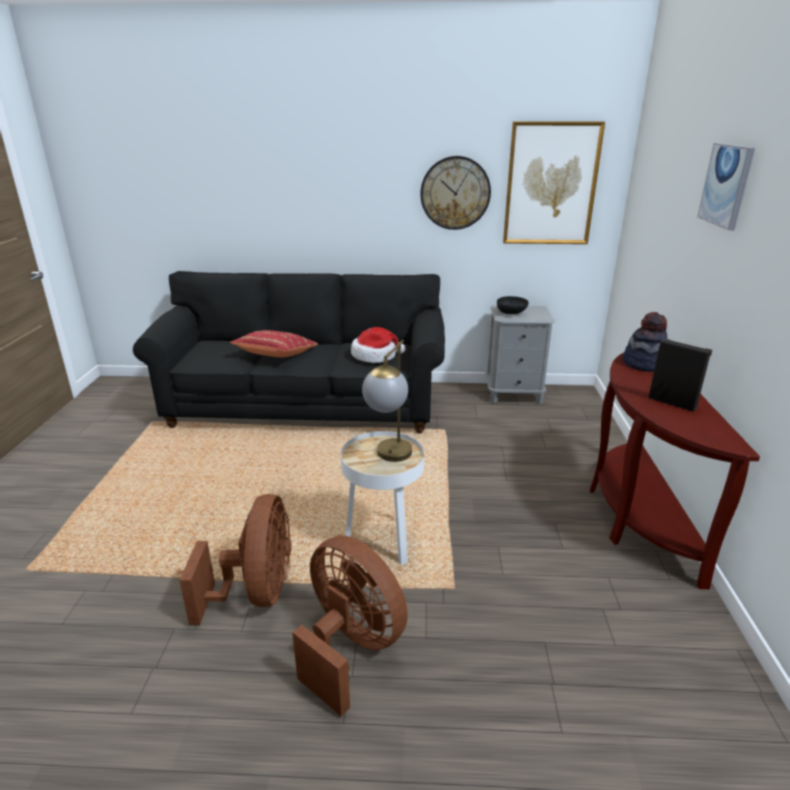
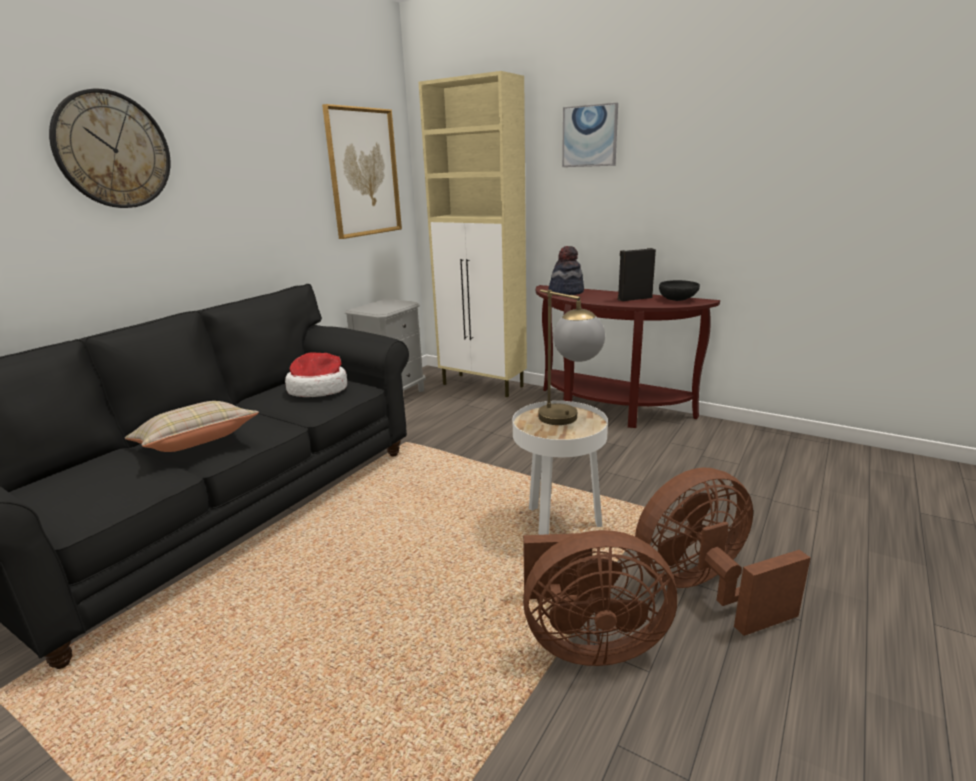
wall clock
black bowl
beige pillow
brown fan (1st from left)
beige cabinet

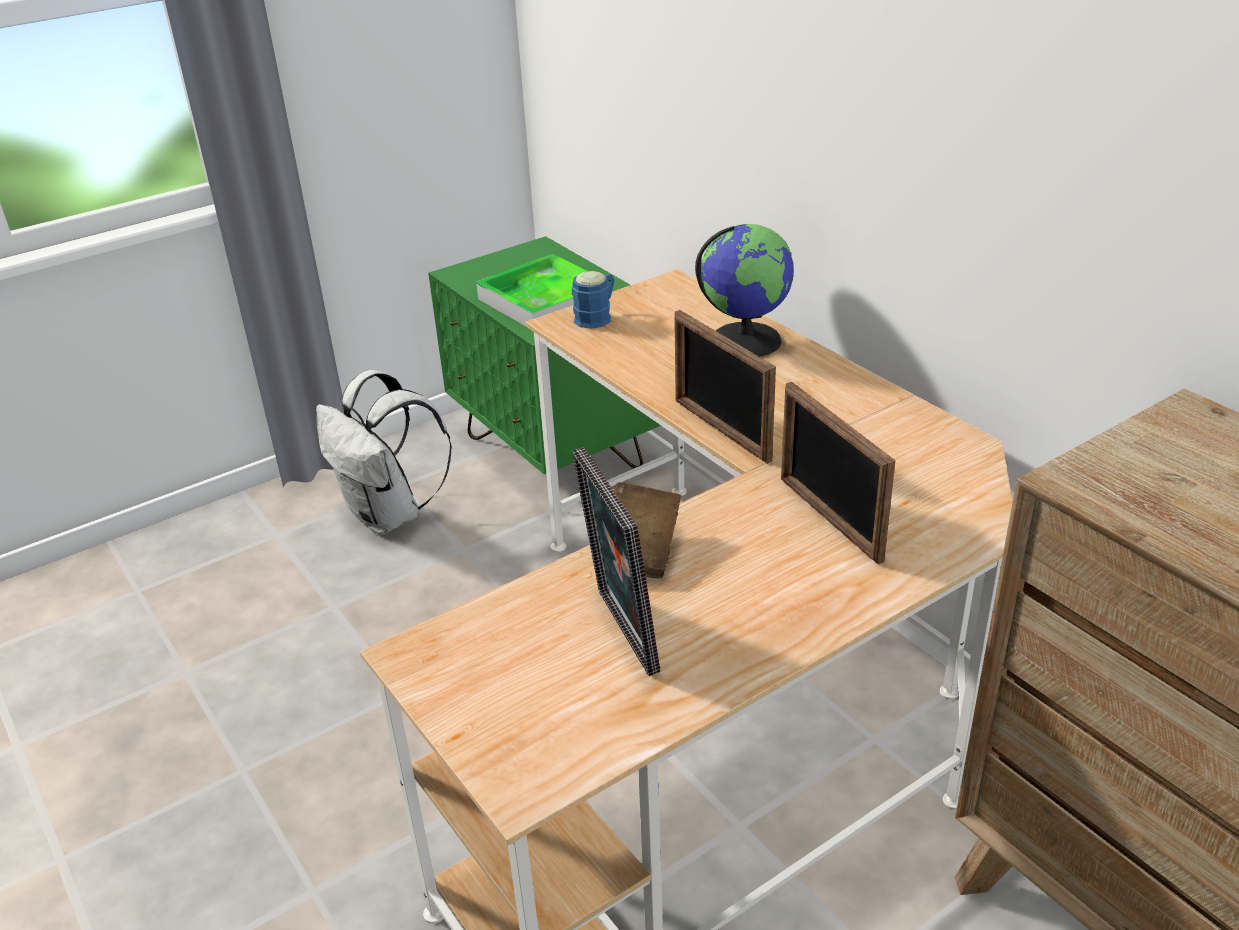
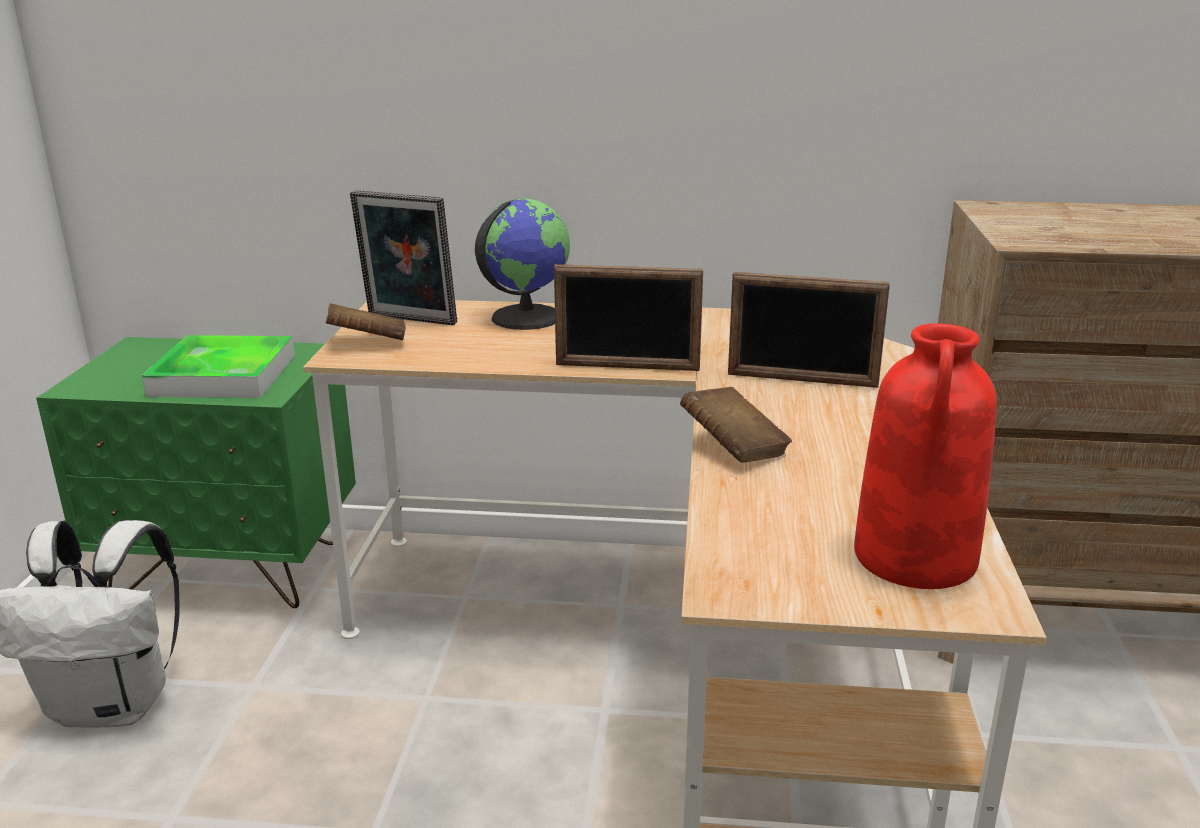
brown book (1st from left)
picture frame (1st from left)
red vase

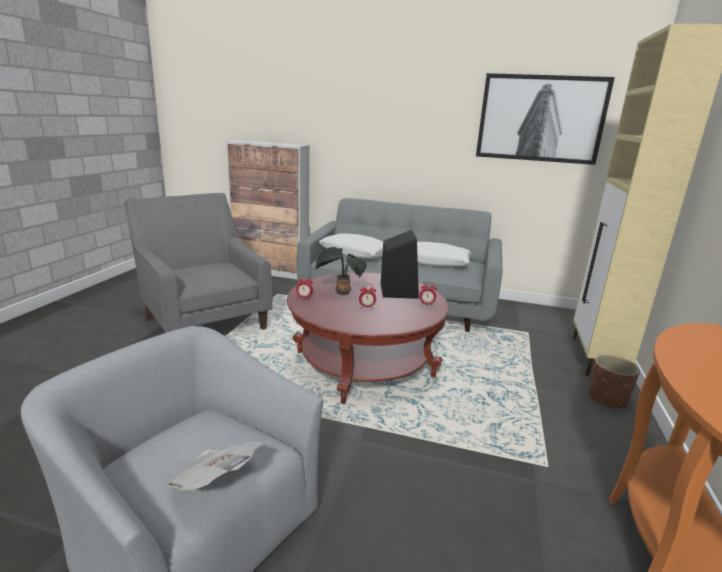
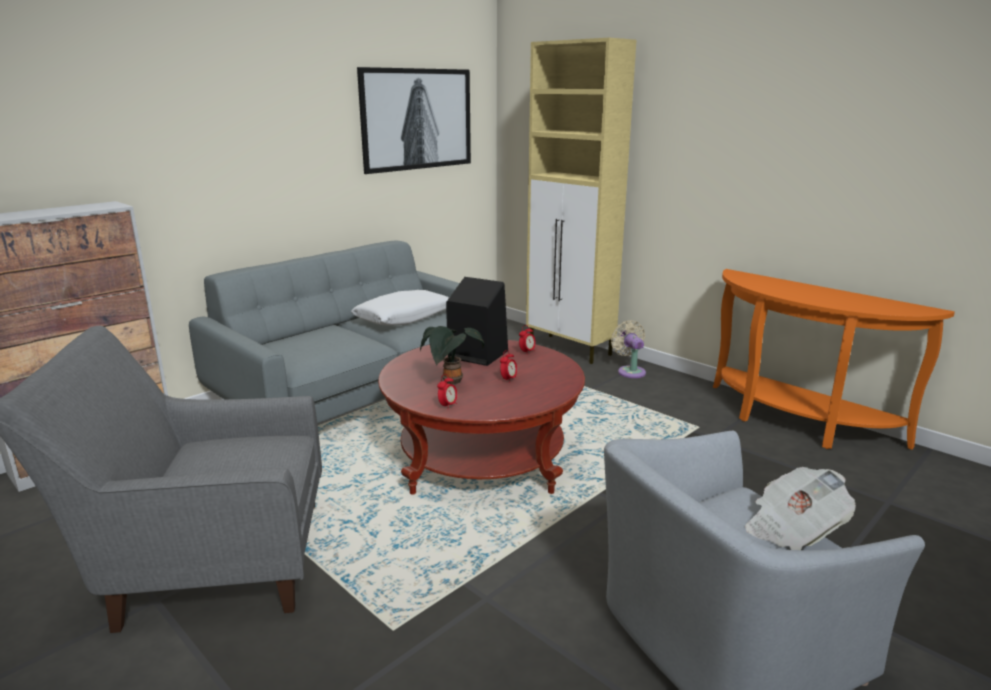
white pillow (1st from left in the first image)
beige fan

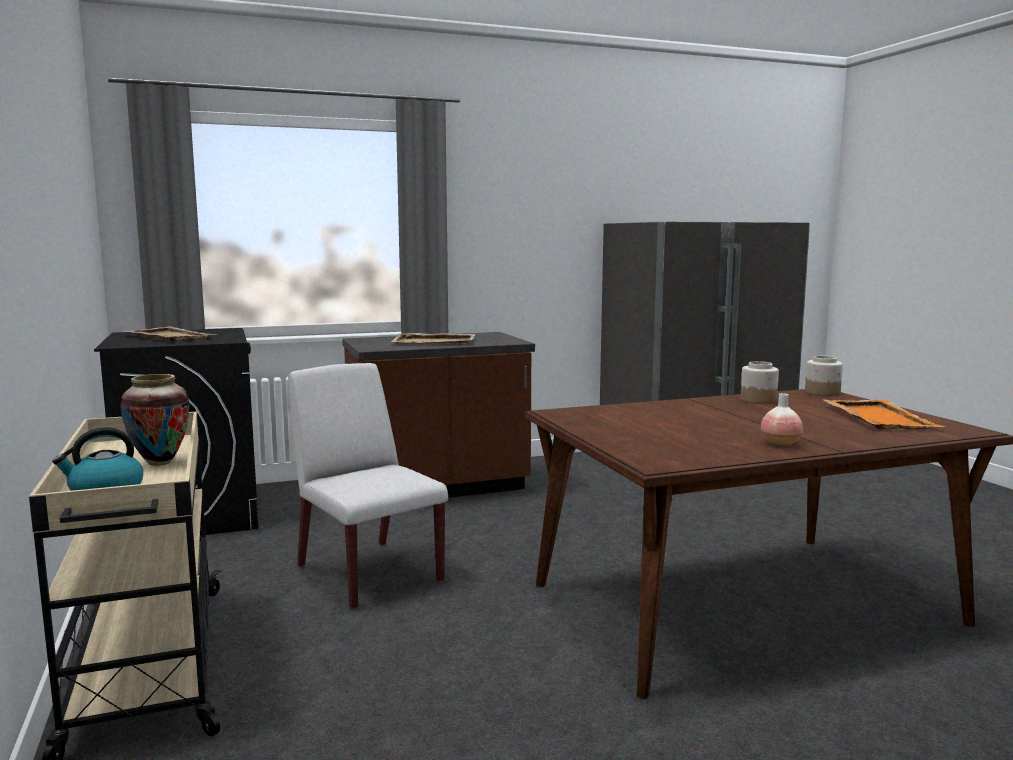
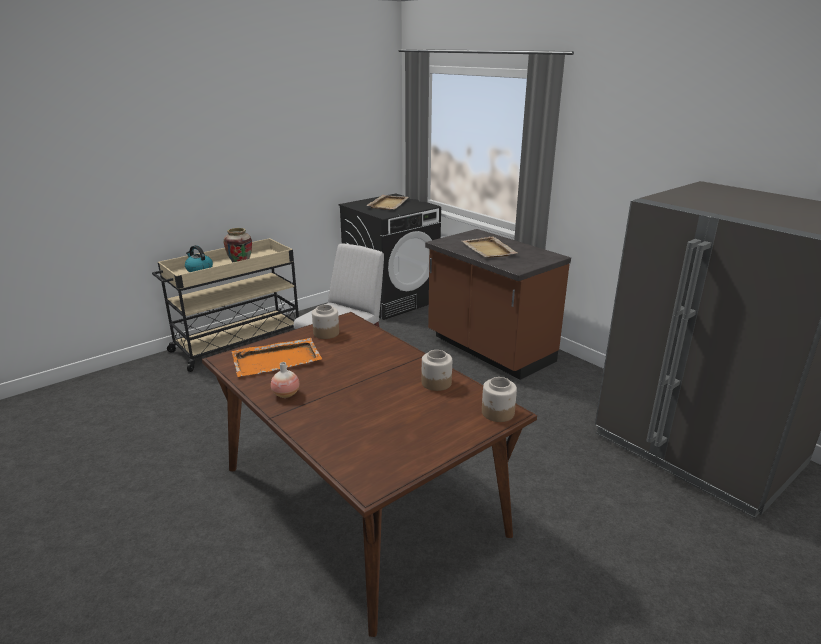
orange tray
jar (1st from left)

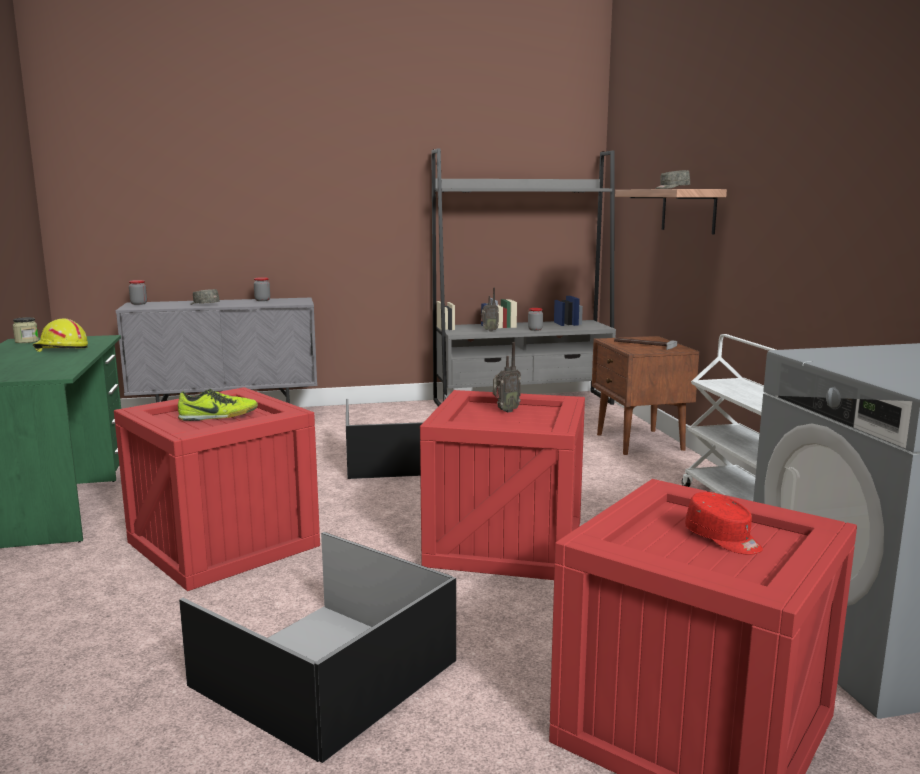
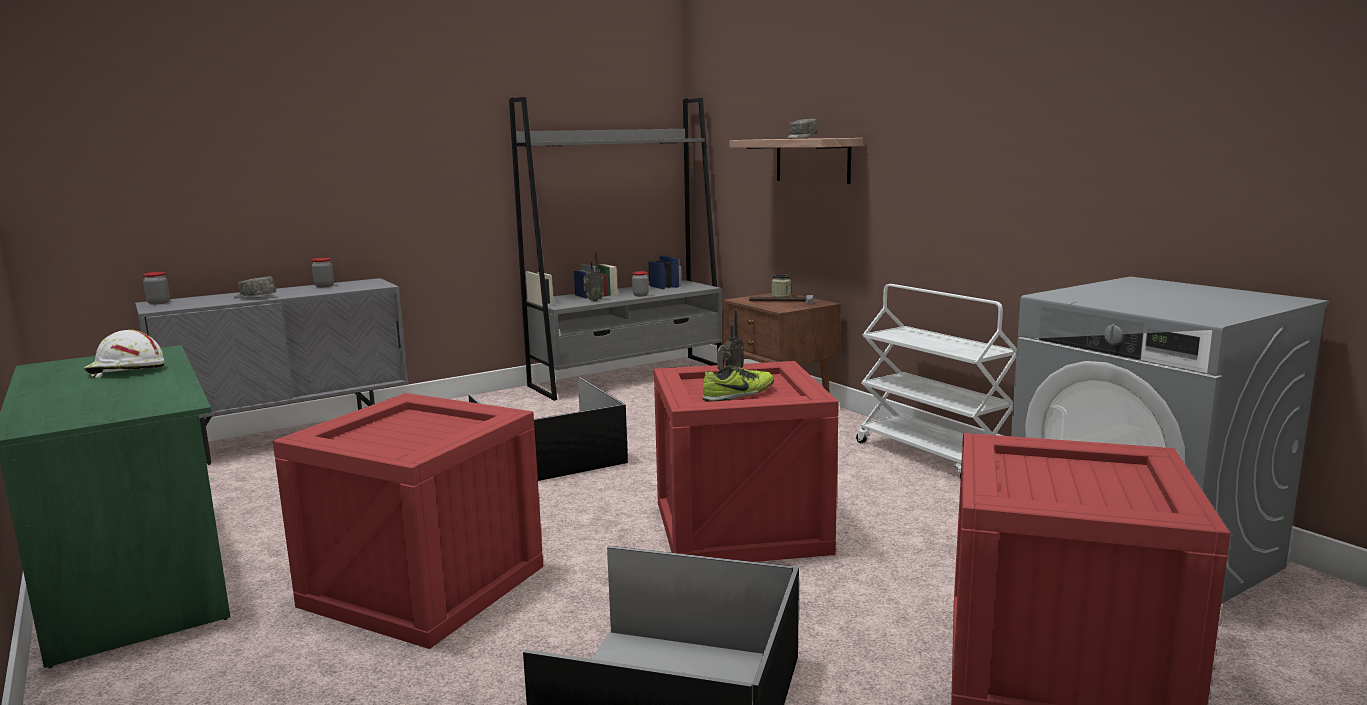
jar (4th from left)
white hard hat
shoe
red cap

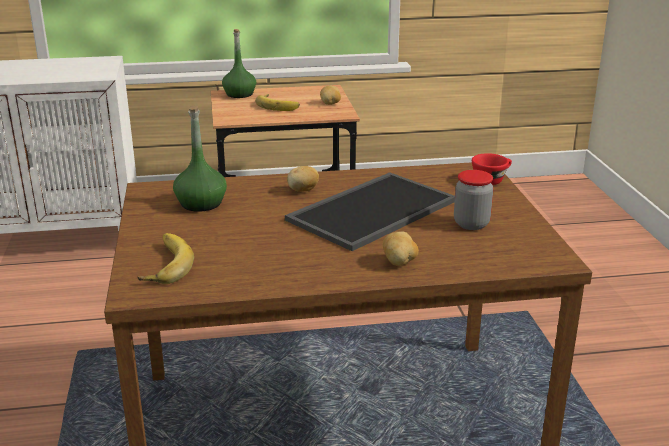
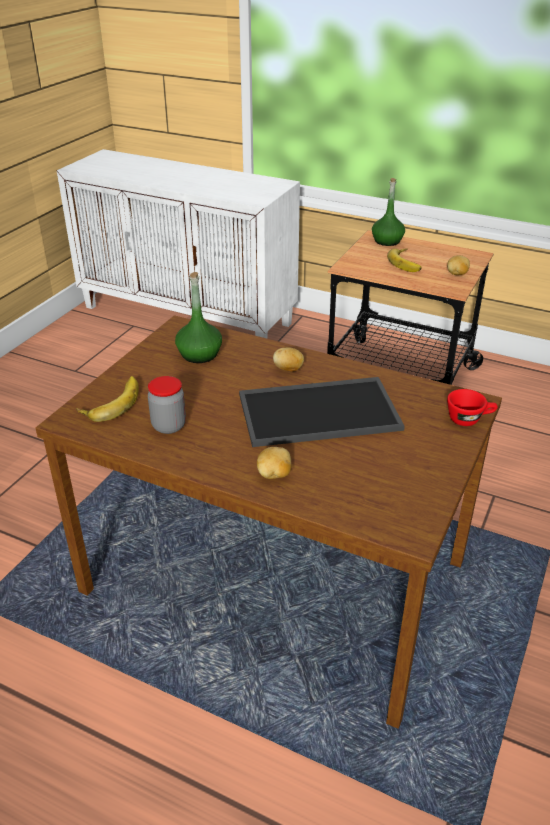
jar

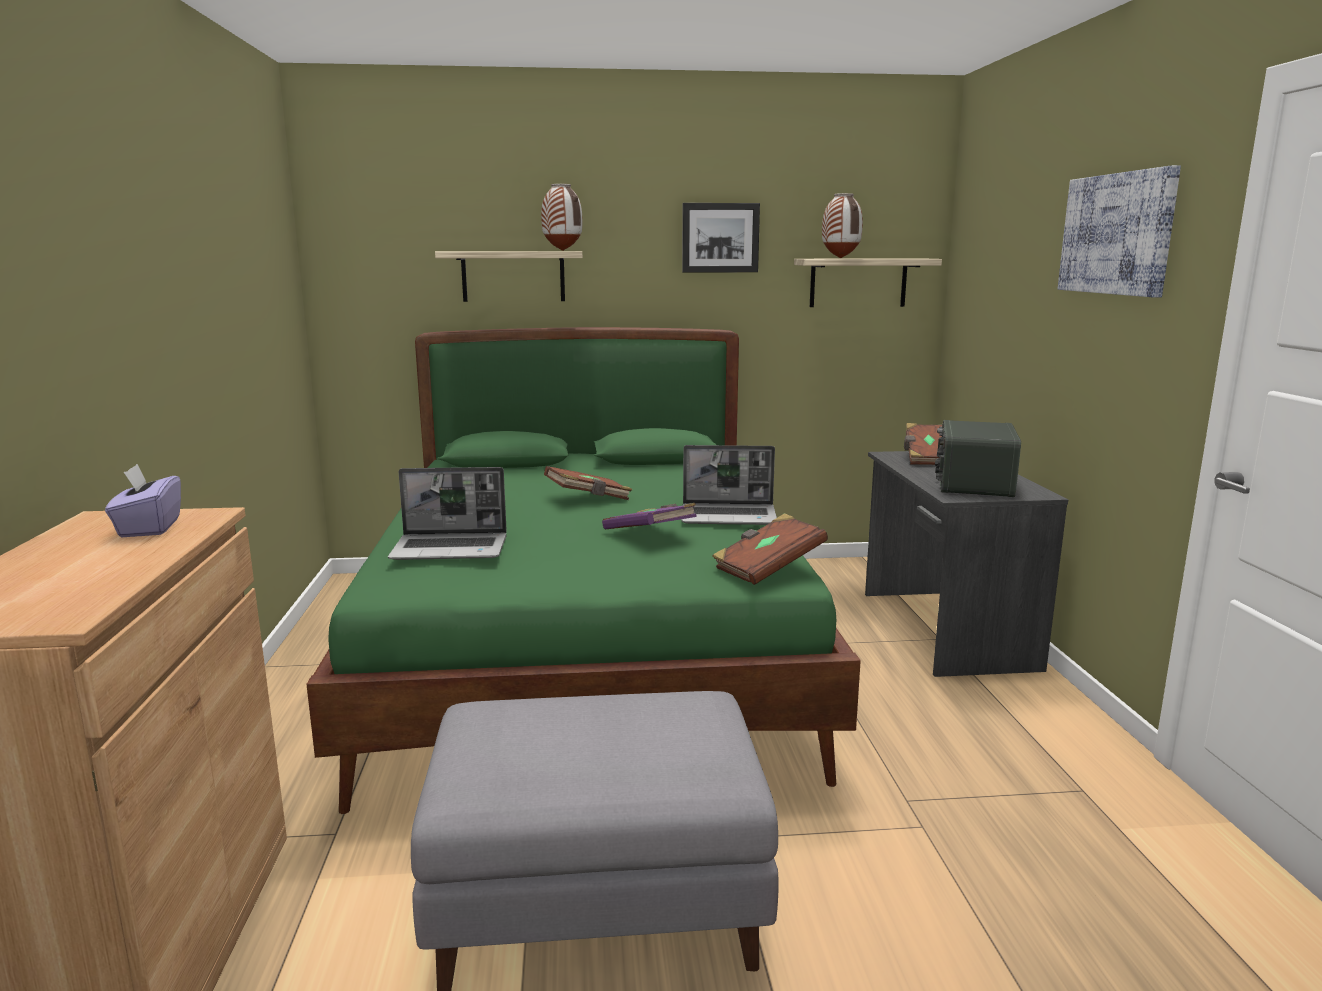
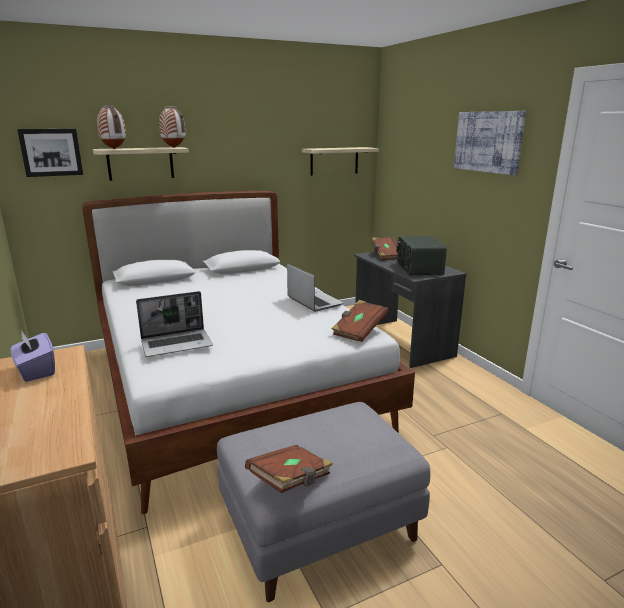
vase (1st from left)
picture (1st from left)
white bed
laptop (2nd from left)
brown book (1st from left)
purple book

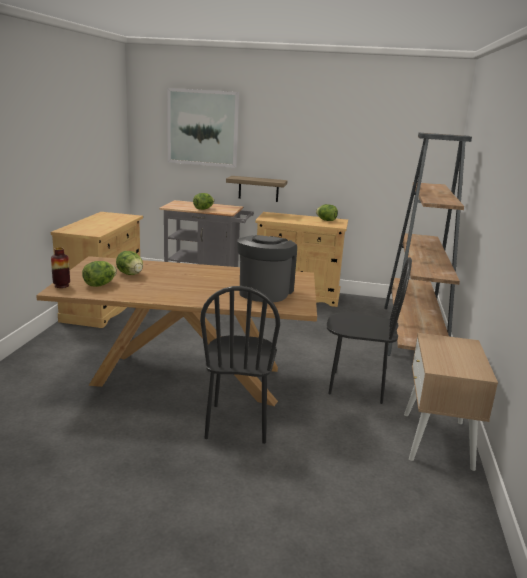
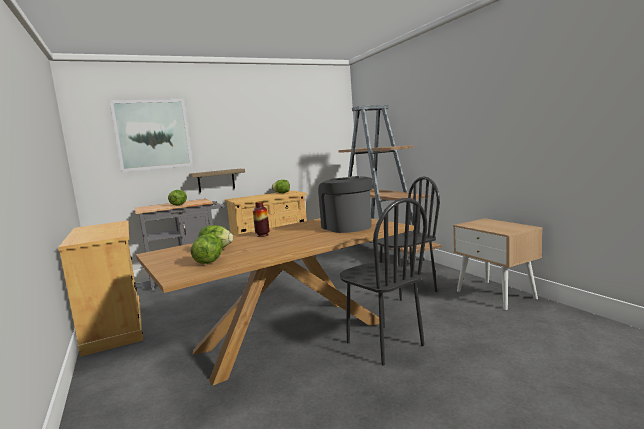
vase

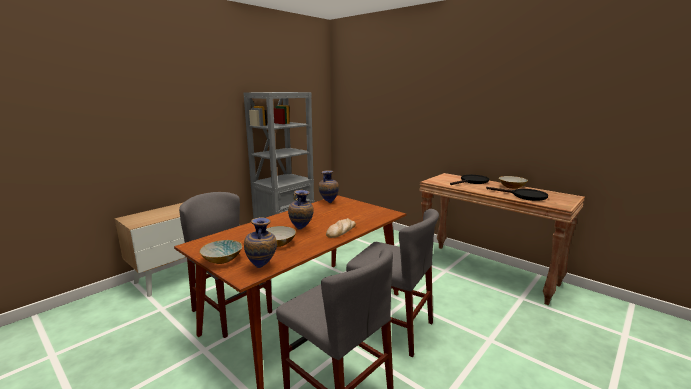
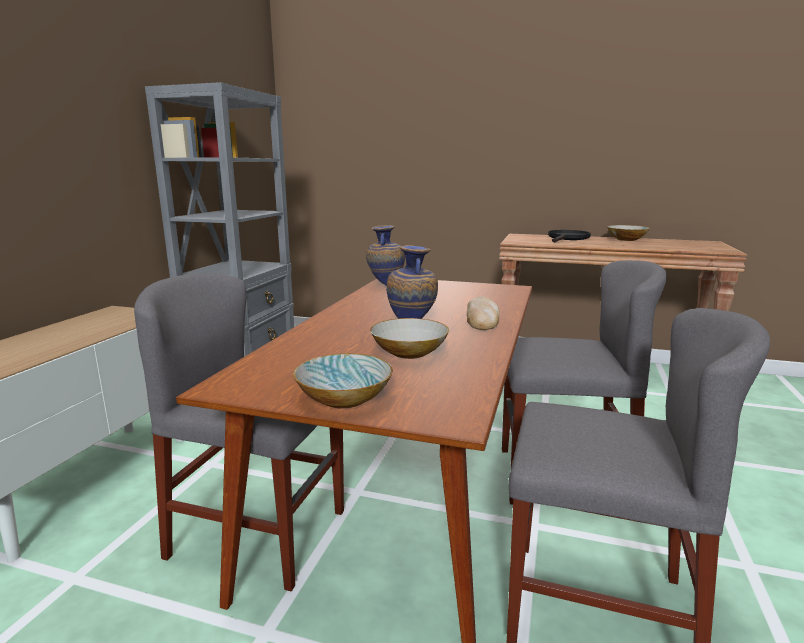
black frying pan (2nd from left in the first image)
vase (1st from left in the first image)

